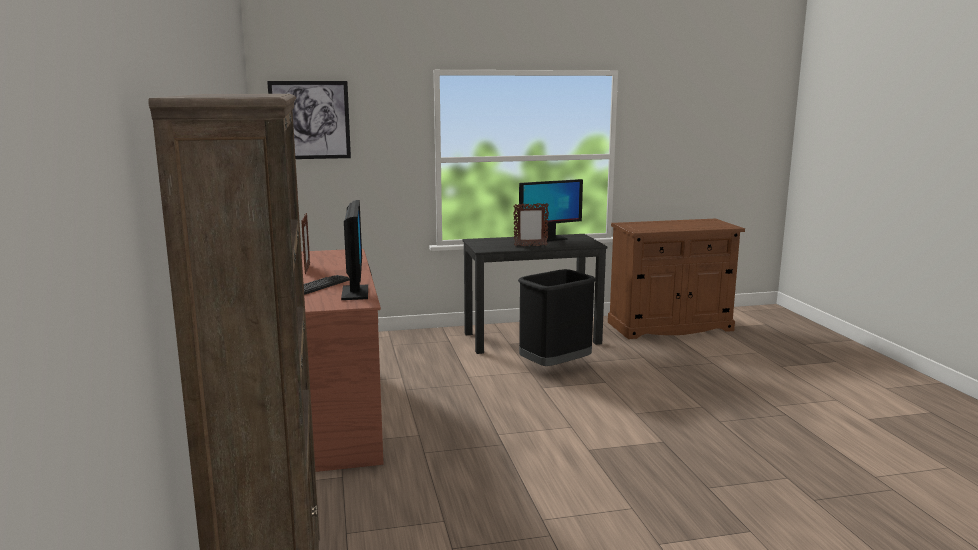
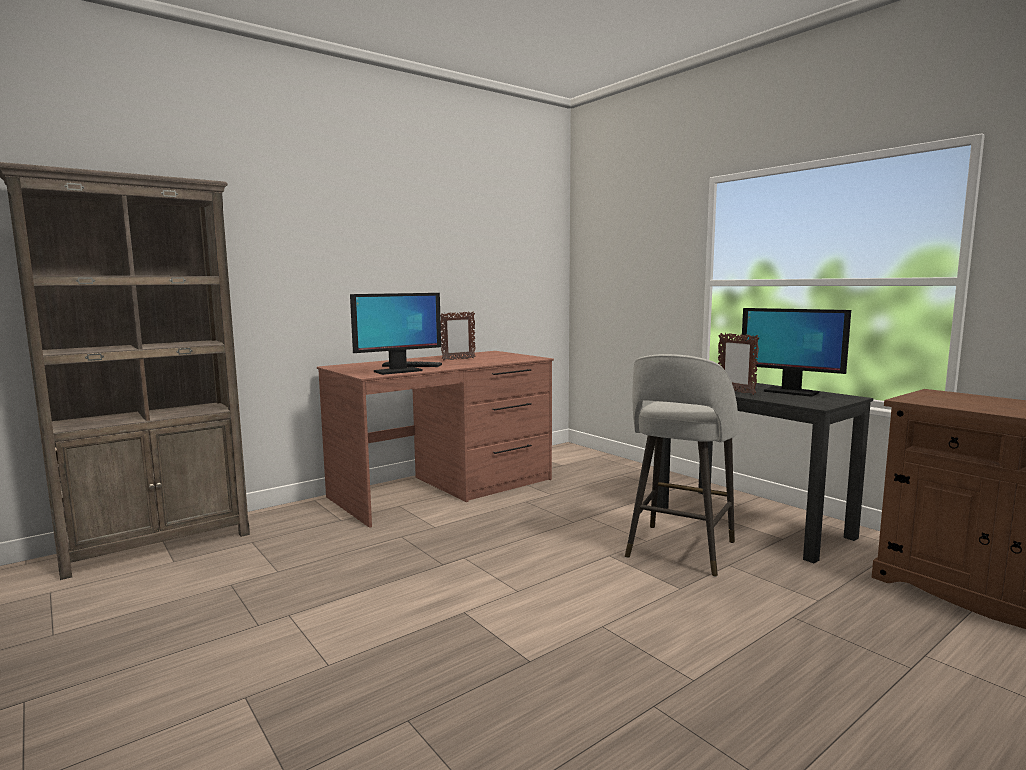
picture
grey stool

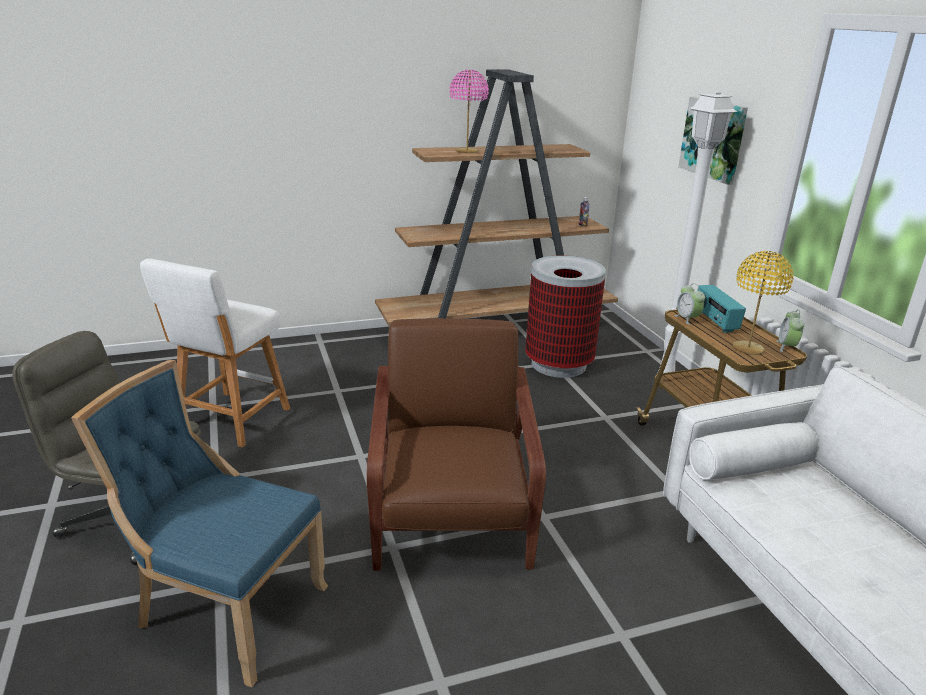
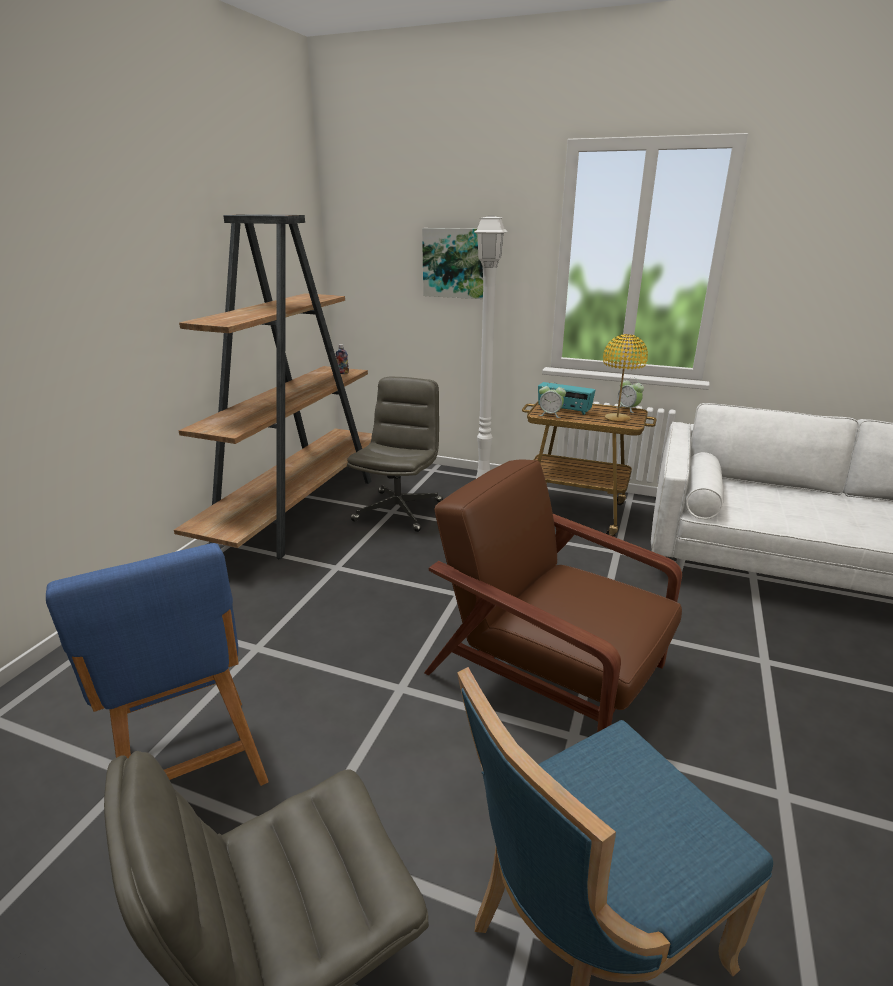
pink table lamp
grey office chair (2nd from left)
blue stool

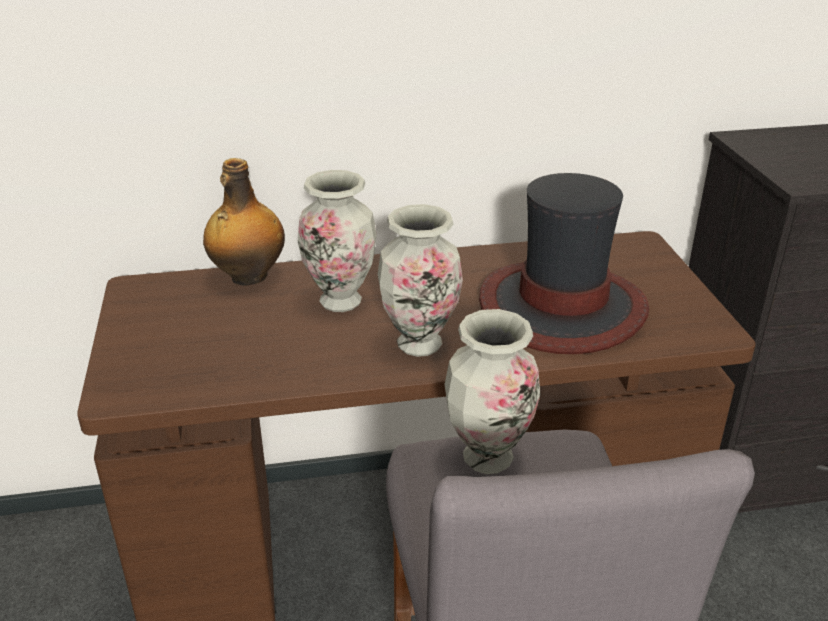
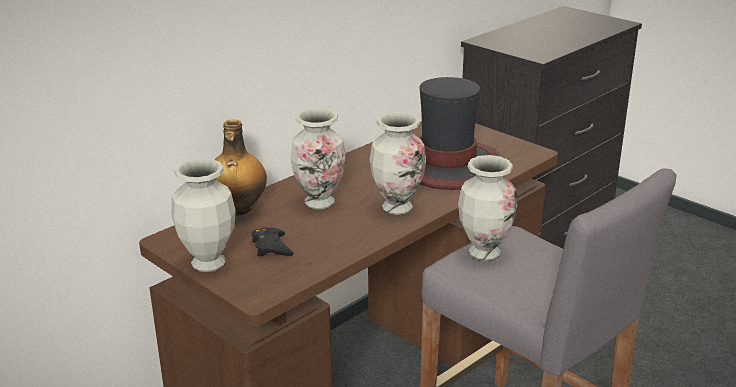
vase (1st from left)
black game controller

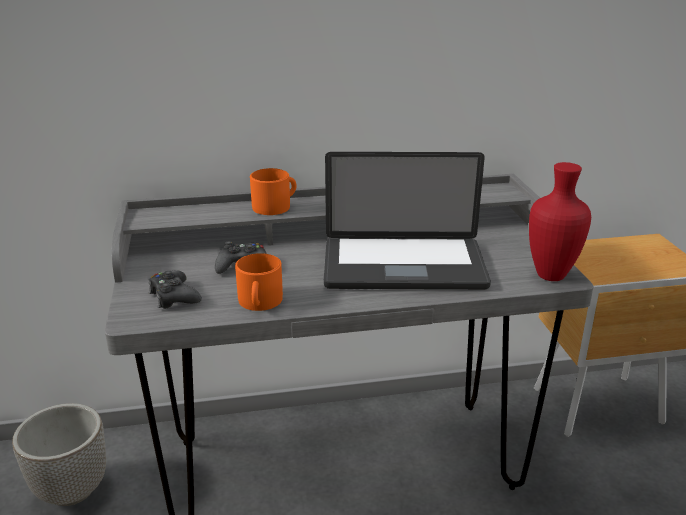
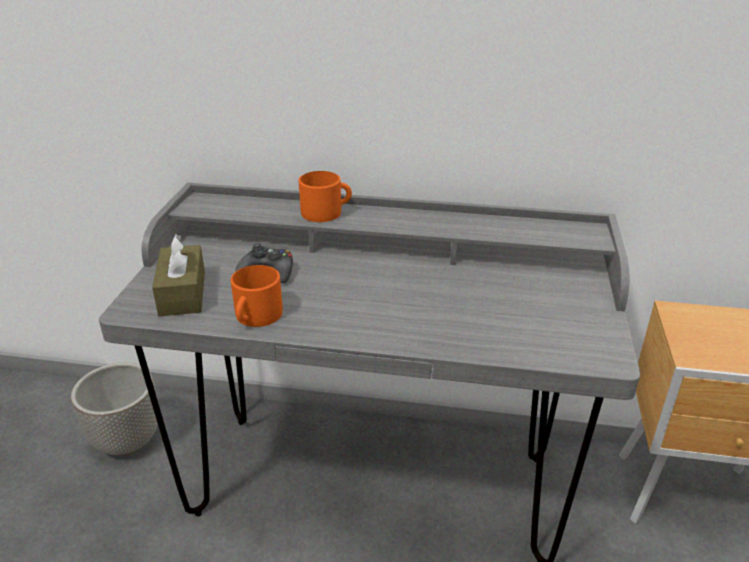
laptop
red vase
brown tissue box

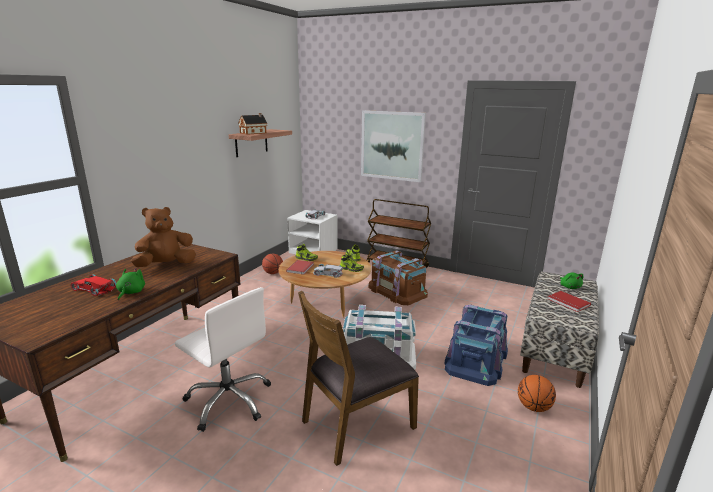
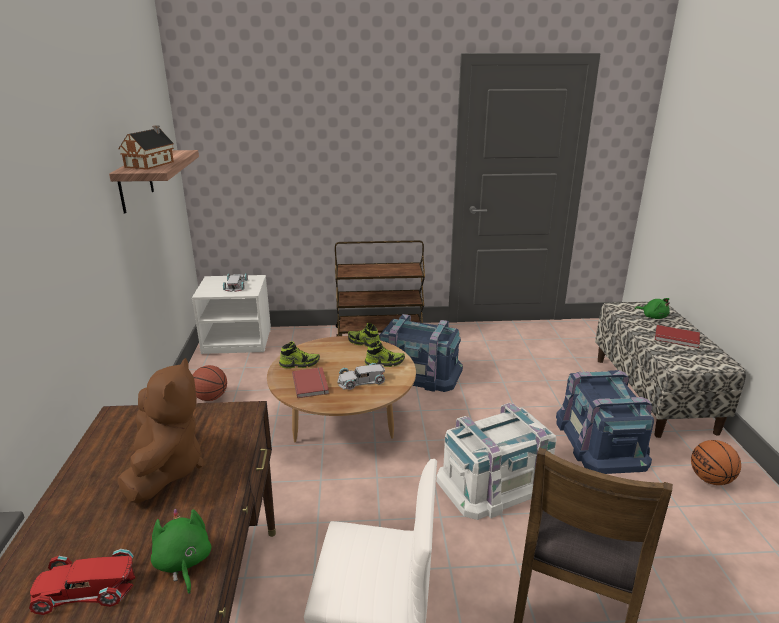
picture
brown plush toy
blue storage box (1st from left)

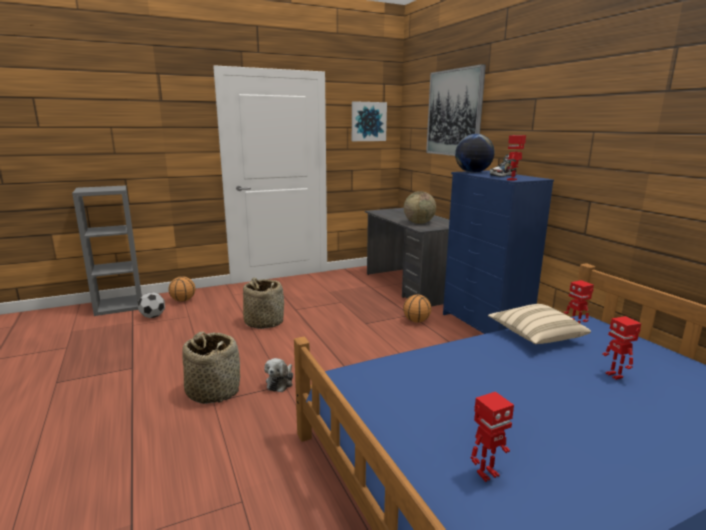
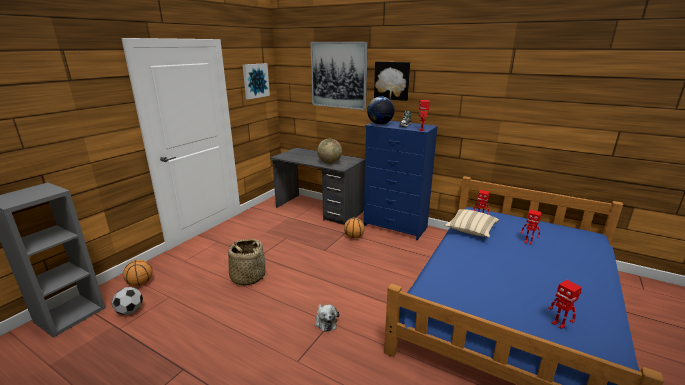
basket (1st from left in the first image)
toy robot (4th from left)
picture (3rd from left)

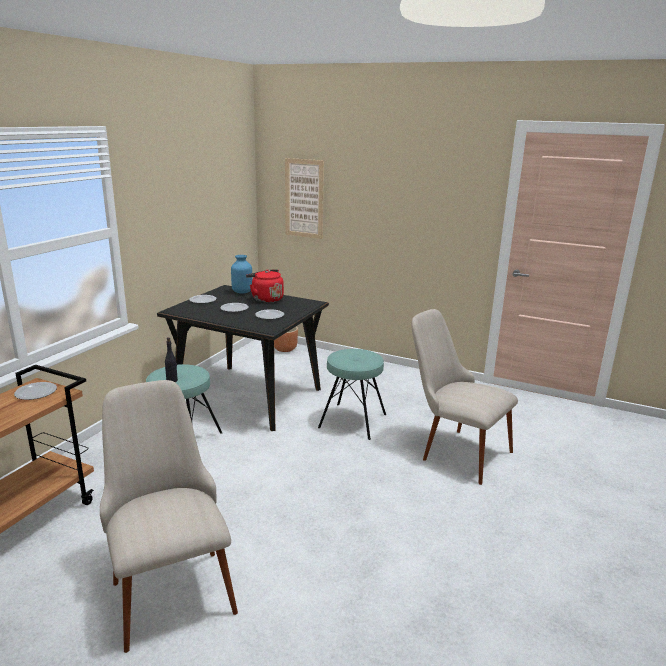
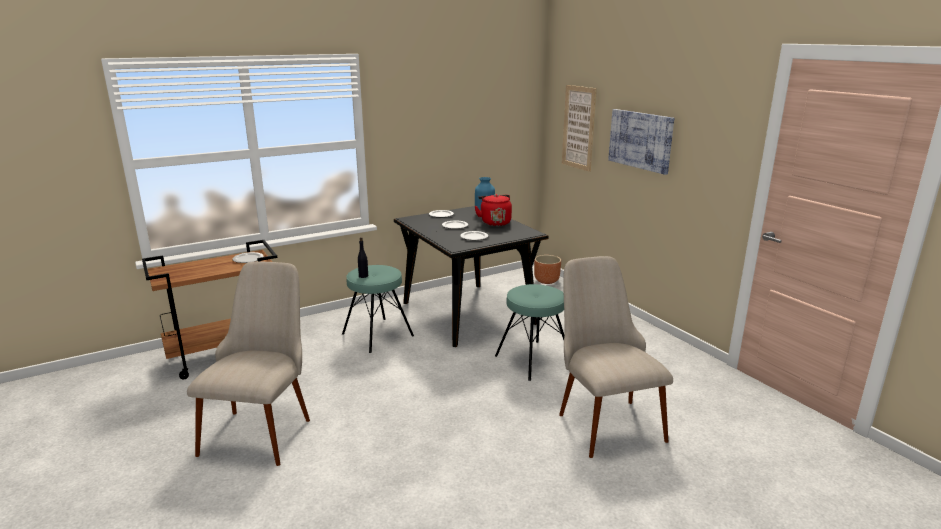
picture (2nd from left)

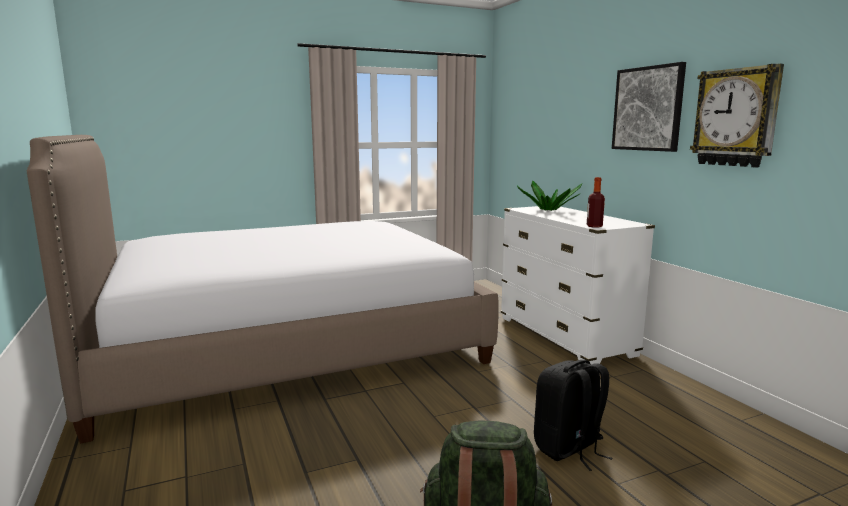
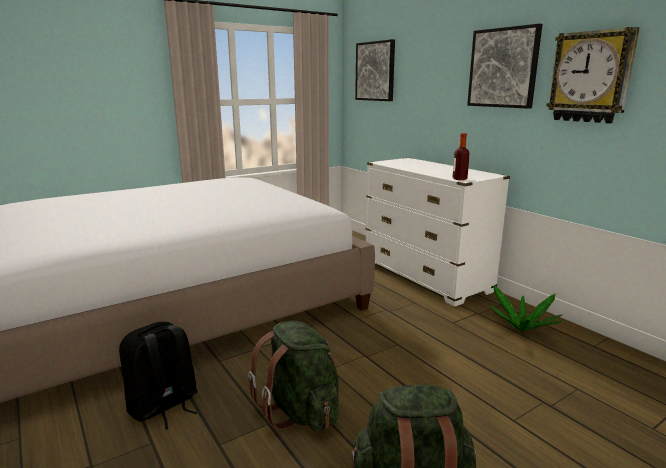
potted plant
black backpack
picture (1st from left)
green backpack (1st from left)

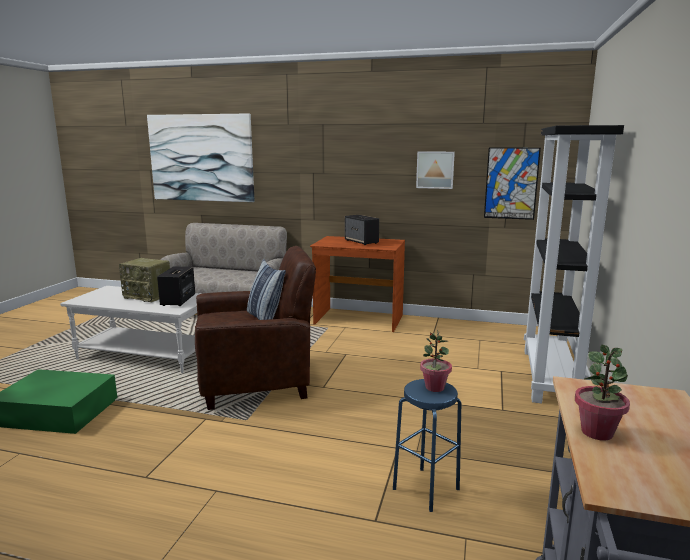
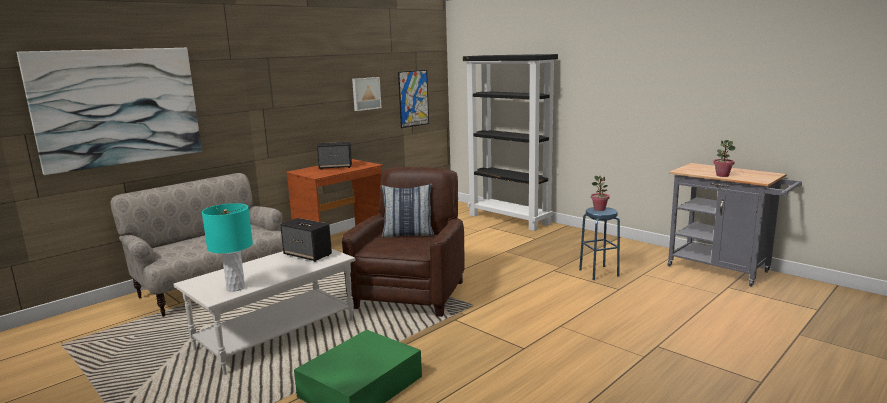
radio
turquoise table lamp

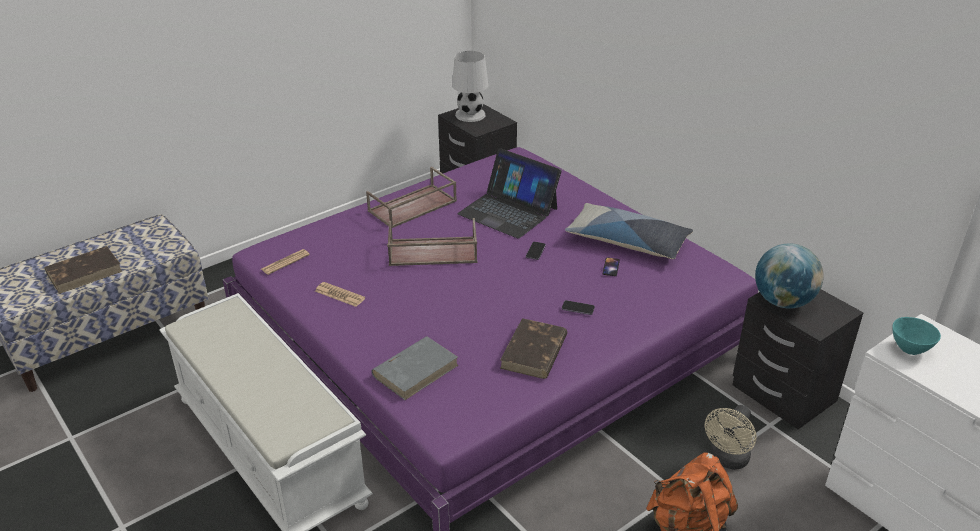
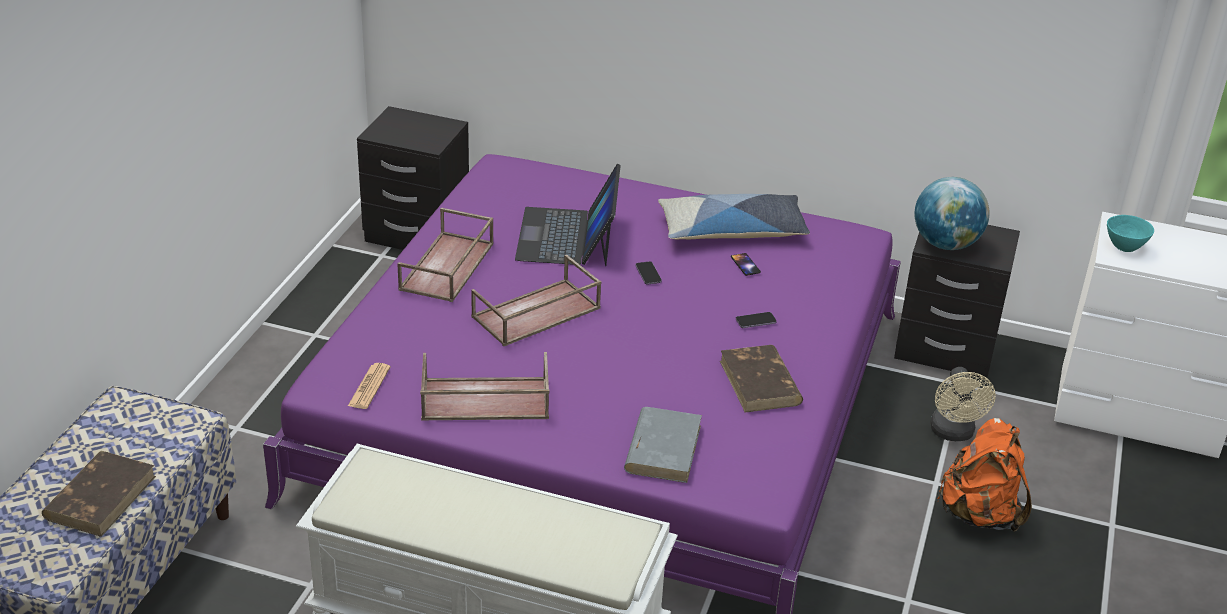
white table lamp
laptop
brown tray (2nd from left)

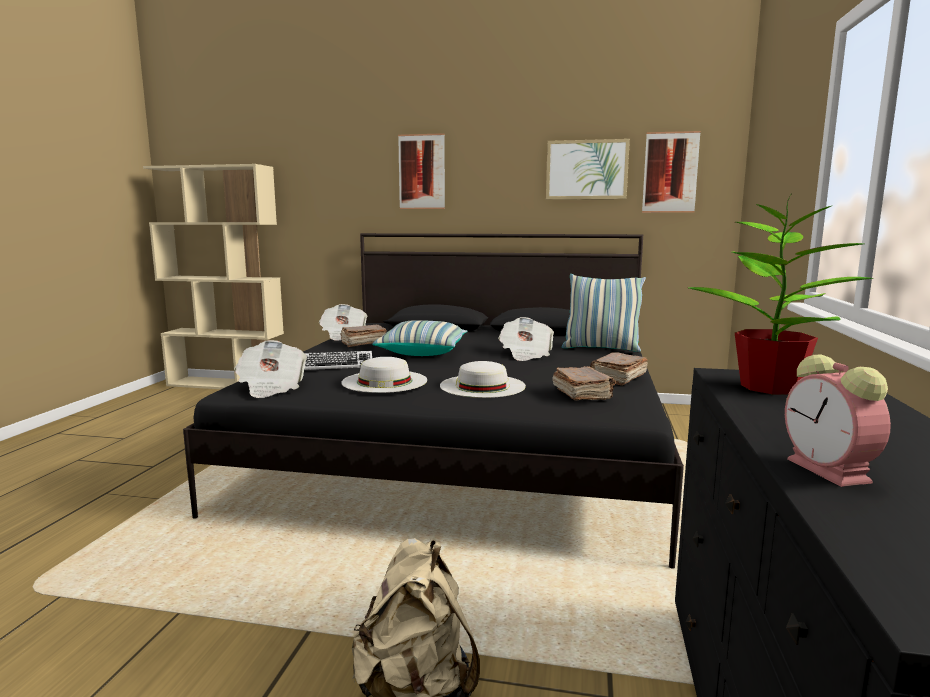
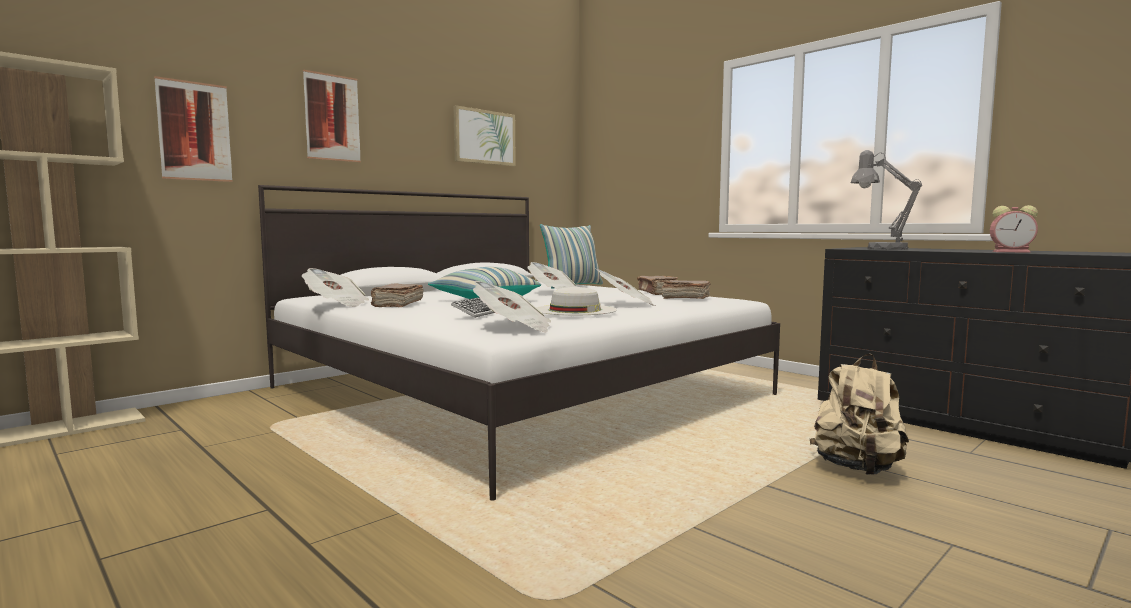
picture (1st from left)
grey table lamp
white bed
newspaper (4th from left)

